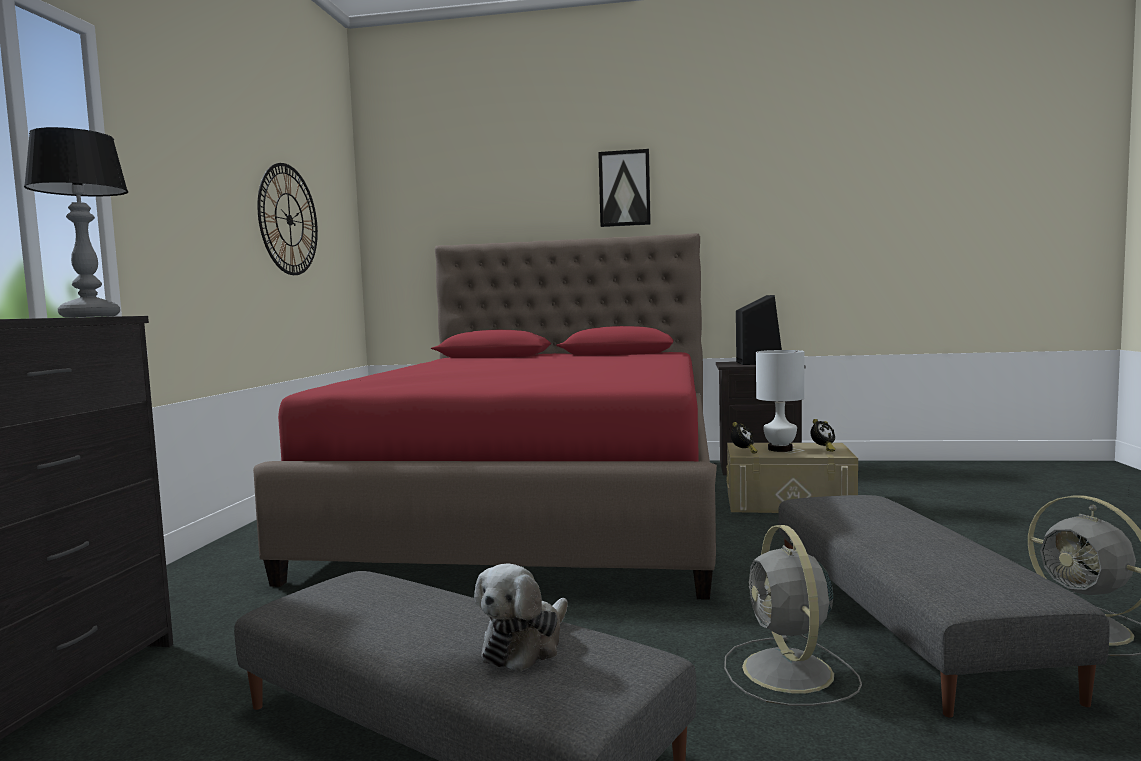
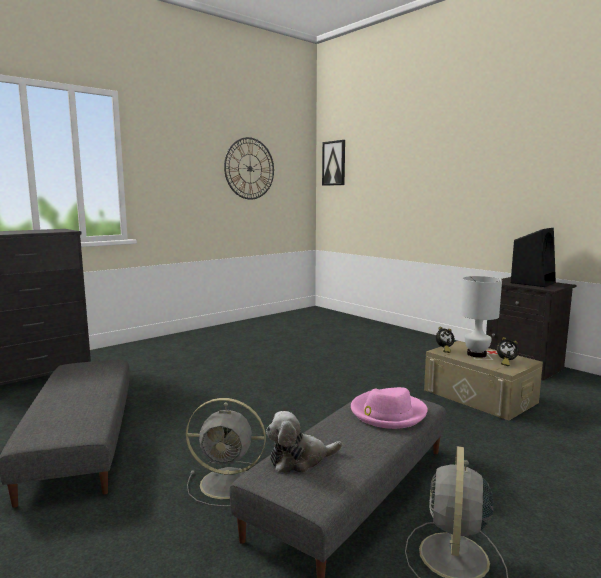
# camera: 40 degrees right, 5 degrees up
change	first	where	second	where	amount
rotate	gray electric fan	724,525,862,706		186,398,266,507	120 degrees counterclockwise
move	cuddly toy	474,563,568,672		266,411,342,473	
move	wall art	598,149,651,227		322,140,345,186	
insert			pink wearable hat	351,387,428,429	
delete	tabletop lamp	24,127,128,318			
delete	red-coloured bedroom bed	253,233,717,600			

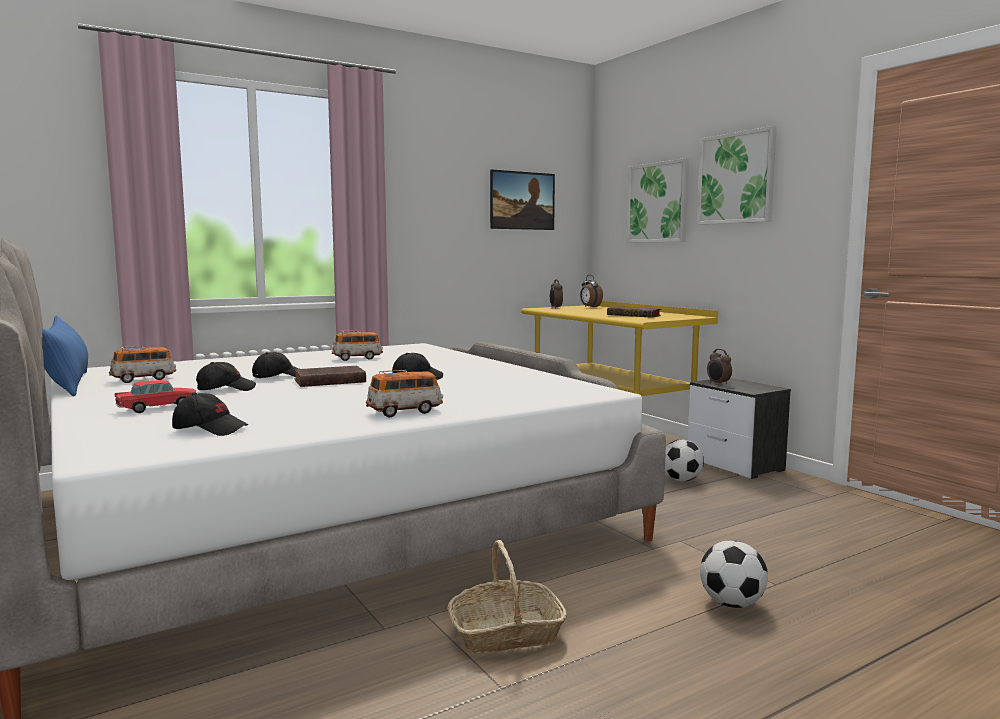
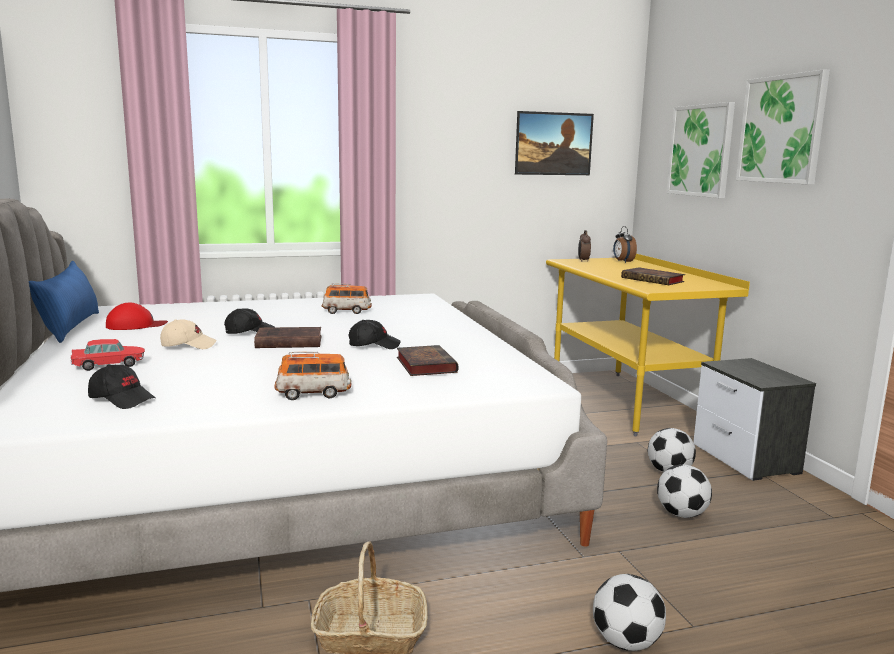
# camera: 15 degrees right, 5 degrees up
change	first	where	second	where	amount
replace	toy car	109,346,176,383	red-coloured baseball cap	106,303,168,330	
recolor	black-coloured baseball cap	196,362,256,391	beige-coloured baseball cap	160,319,217,349	
insert			book	397,345,458,376	
insert			football ball	657,464,712,518	
delete	bedside clock	707,349,732,385			

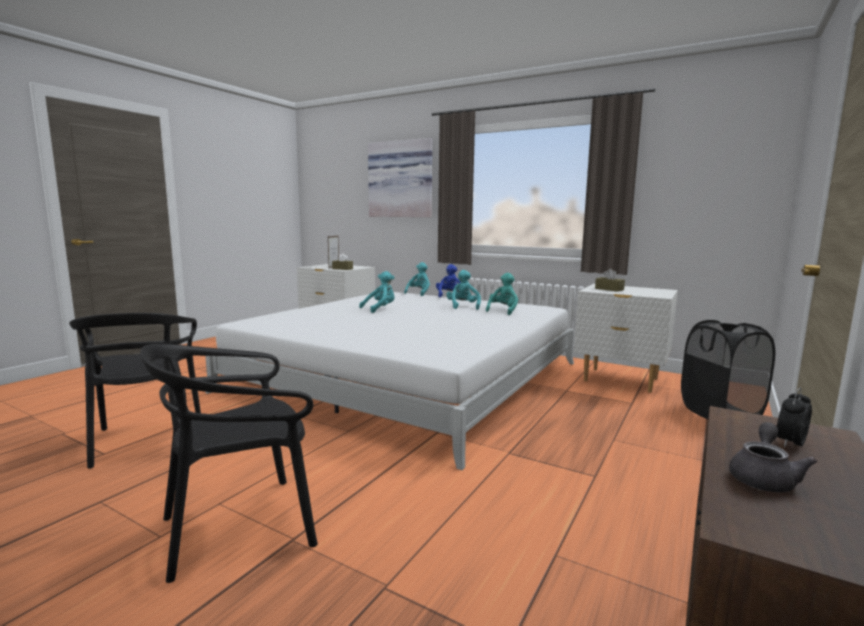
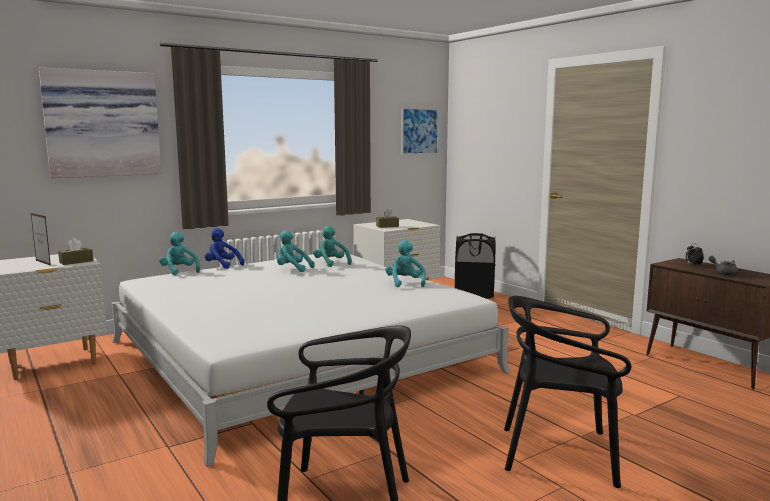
# camera: 65 degrees left, 0 degrees up
change	first	where	second	where	amount
move	turquoise cuddly toy	359,271,395,313		385,240,426,287	
insert			wall art	401,107,439,155	
rotate	black-coloured chair	140,344,318,583		504,296,631,488	105 degrees clockwise

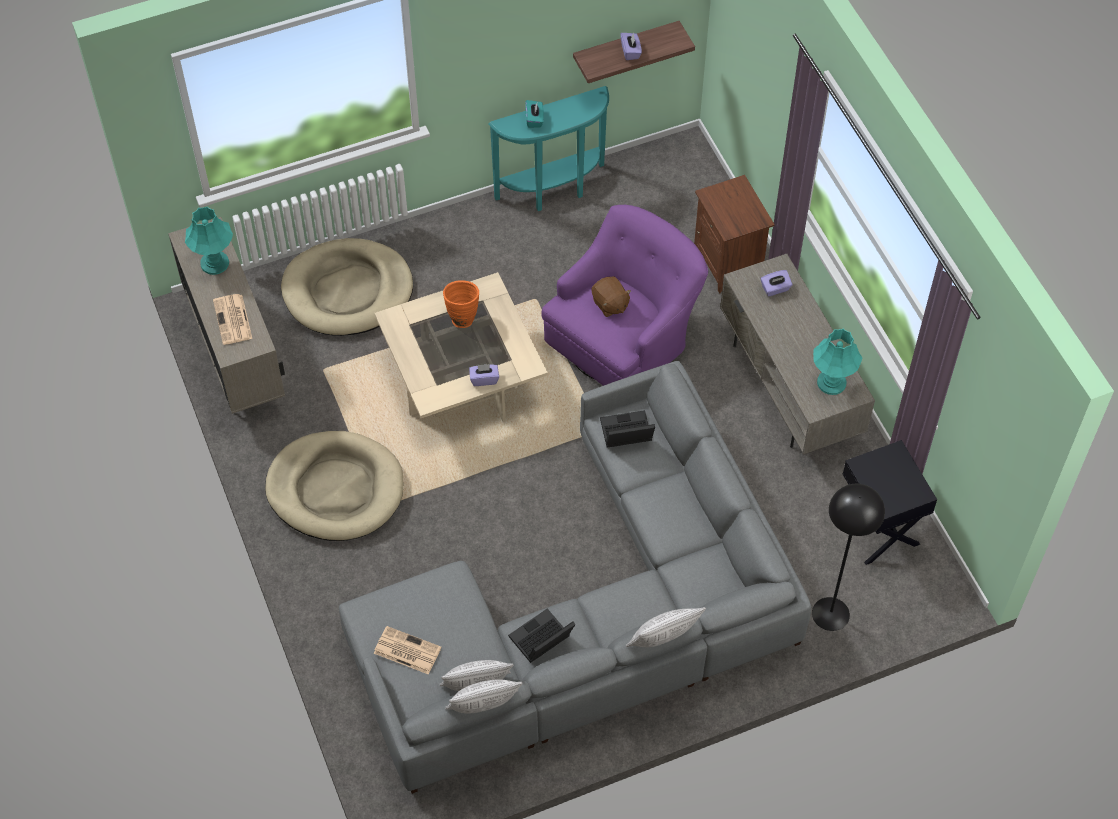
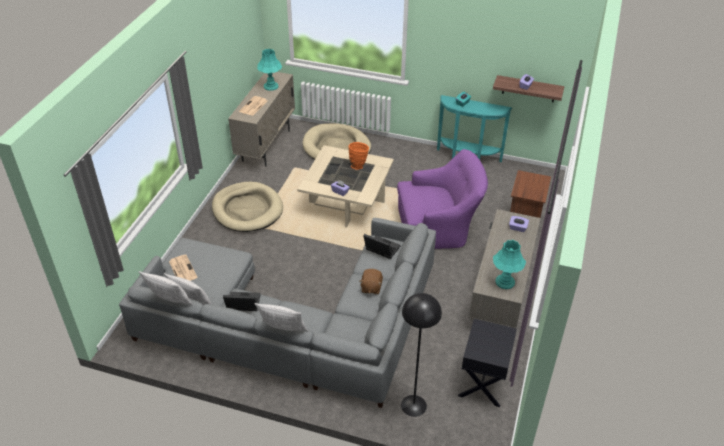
# camera: 40 degrees right, 15 degrees down
change	first	where	second	where	amount
move	brown-coloured cuddly toy	592,276,631,317		360,269,383,294	

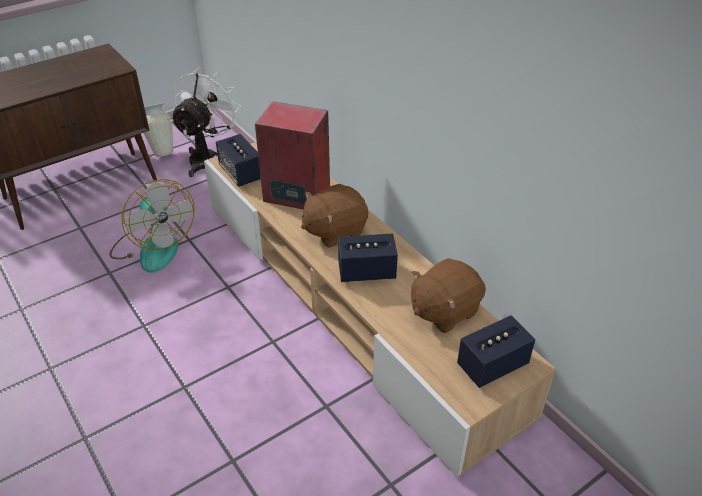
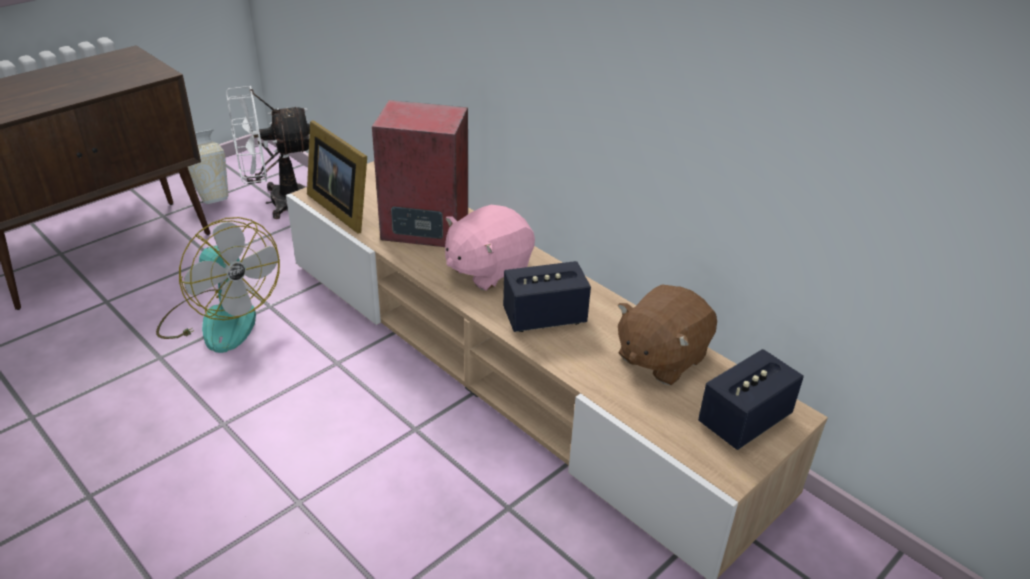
# camera: 10 degrees left, 5 degrees down
change	first	where	second	where	amount
rotate	whitish electric fan	171,68,241,177		226,86,310,219	120 degrees counterclockwise
replace	loudspeaker	216,134,261,187	photo frame	307,120,367,234	
recolor	brown-coloured cuddly toy	301,184,368,248	pink cuddly toy	445,205,535,291	

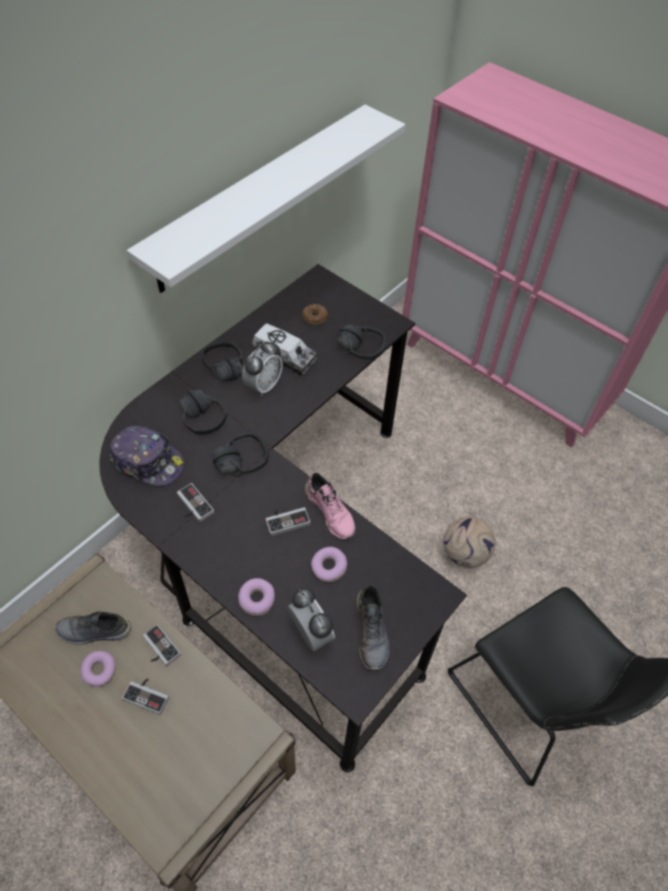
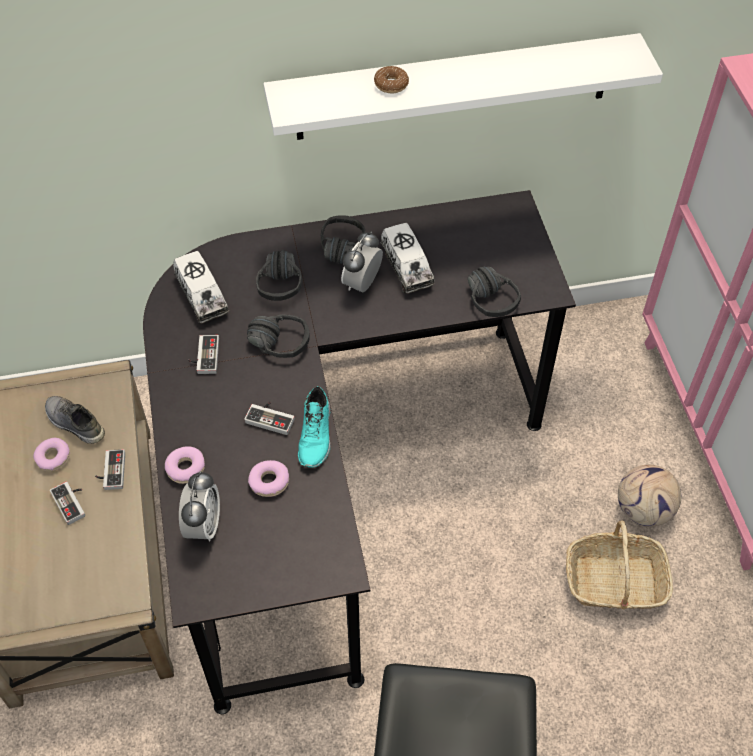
# camera: 40 degrees right, 0 degrees up
change	first	where	second	where	amount
replace	baseball cap	110,426,185,486	toy lorry	173,251,229,324	
recolor	pink shoe	304,472,355,539	turquoise shoe	298,386,331,468	
rotate	bedside clock	242,341,283,396		341,231,383,292	135 degrees clockwise
move	ring doughnut	302,304,328,325		374,66,409,93	
insert			household basket	566,521,673,610	
move	football ball	443,516,496,568		618,464,681,527	
delete	gray shoe	356,585,389,671			

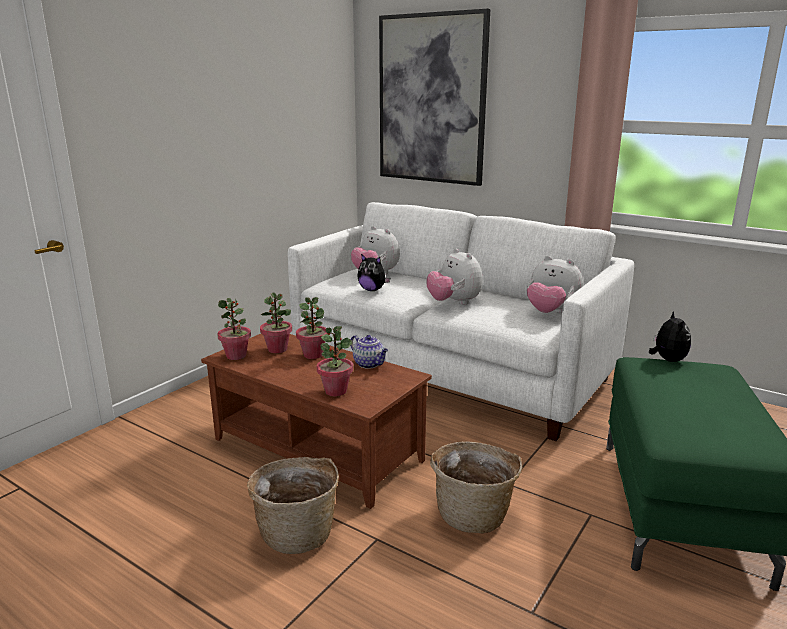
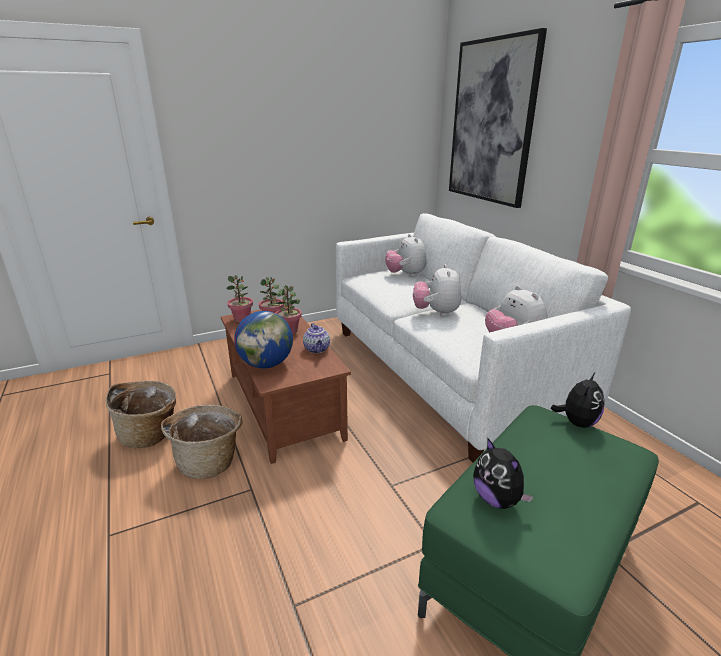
# camera: 30 degrees right, 5 degrees up
change	first	where	second	where	amount
move	household basket	430,441,523,533		106,381,176,448	
replace	potted plant	317,326,353,396	globe	234,311,293,368	
move	cuddly toy	357,254,390,291		473,437,534,509	

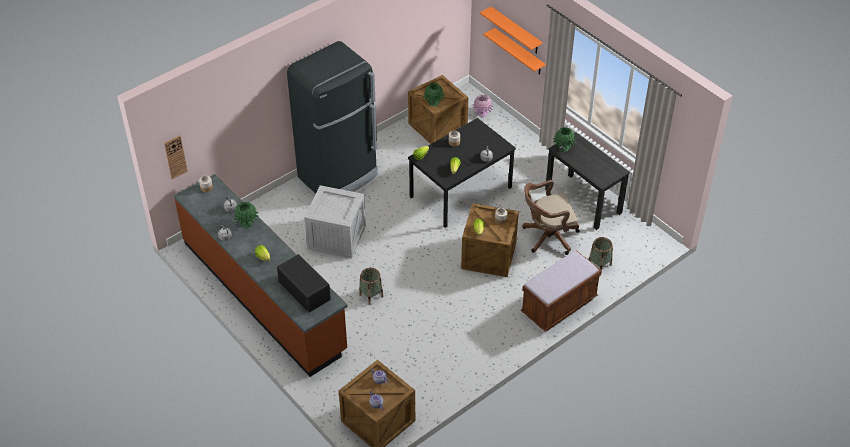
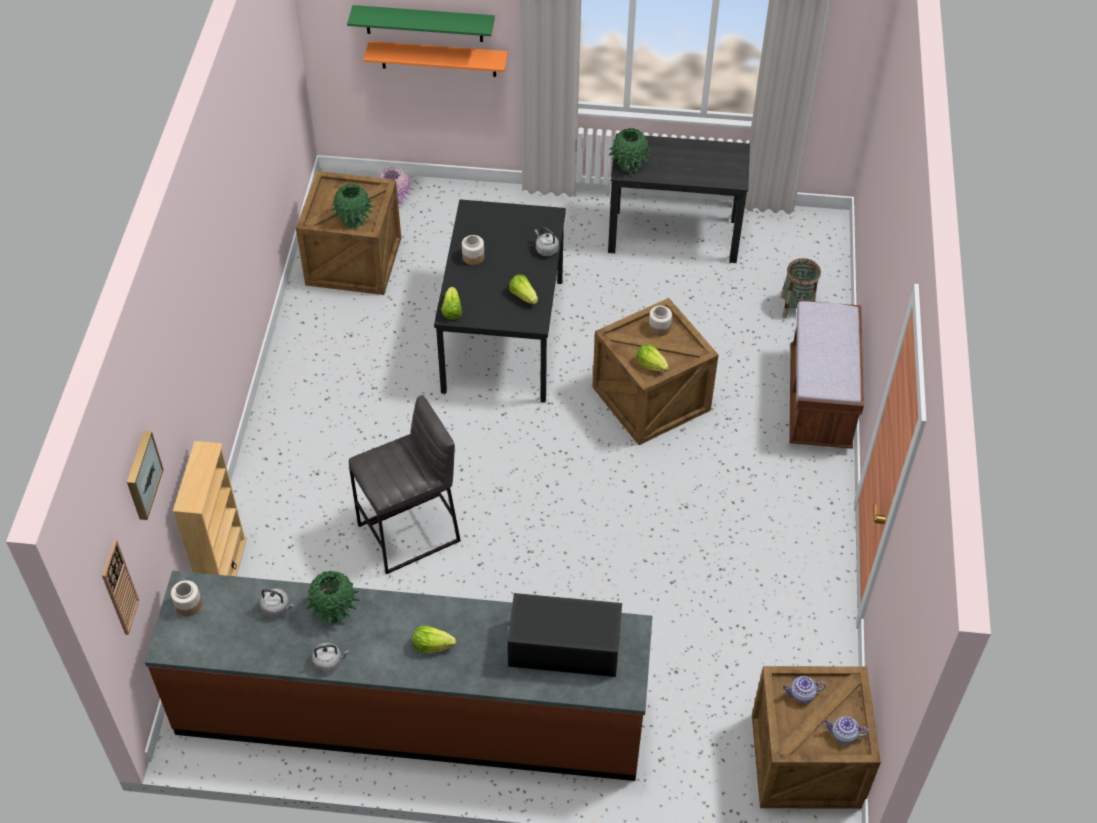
# camera: 45 degrees left, 5 degrees up
change	first	where	second	where	amount
insert			wall art	127,431,164,520	
insert			beige-coloured bookshelf	173,441,247,577	
recolor	orange-coloured bracket shelf	480,7,543,54	green-coloured bracket shelf	347,5,495,42	
replace	crate	304,185,366,259	gray stool seat	349,395,461,574	
delete	black-coloured fridge	287,41,378,194			
delete	household basket	359,268,384,305			
delete	brown-coloured computer chair	522,180,580,255			

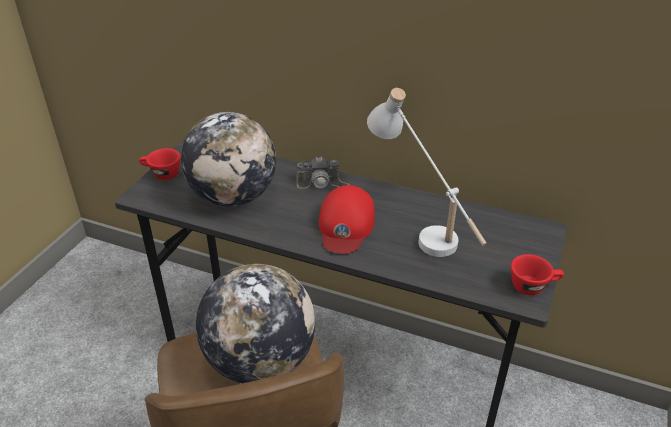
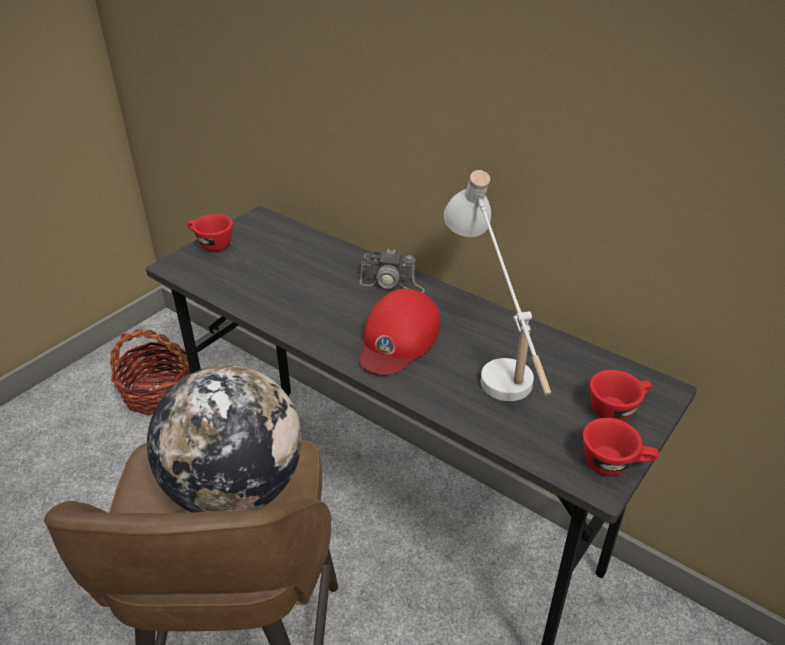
# camera: 15 degrees right, 0 degrees up
change	first	where	second	where	amount
insert			household basket	110,329,191,415	
insert			red-coloured small cup	590,370,652,421	
delete	globe	181,112,276,207			

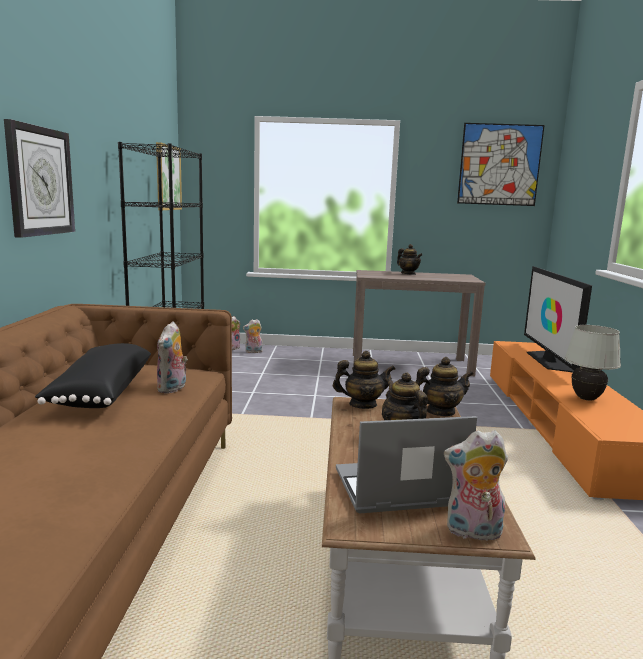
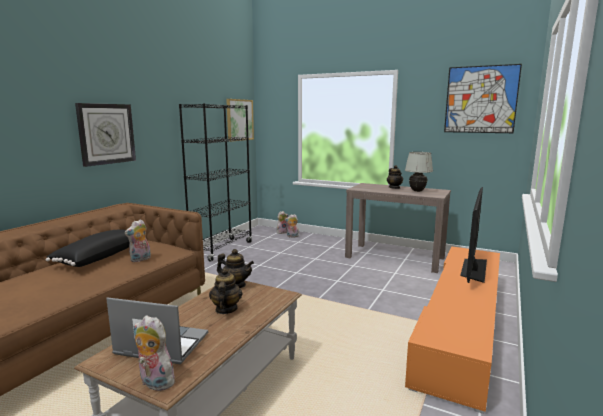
# camera: 25 degrees right, 0 degrees up
change	first	where	second	where	amount
move	whitish tabletop lamp	564,325,621,401		405,152,433,192	
delete	teapot	416,357,474,416			

